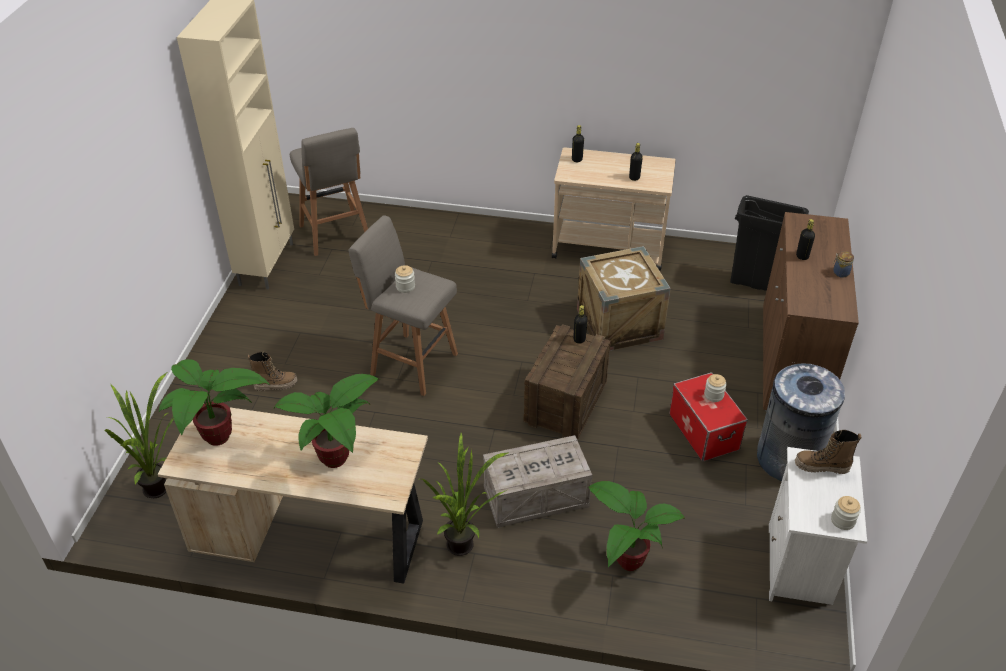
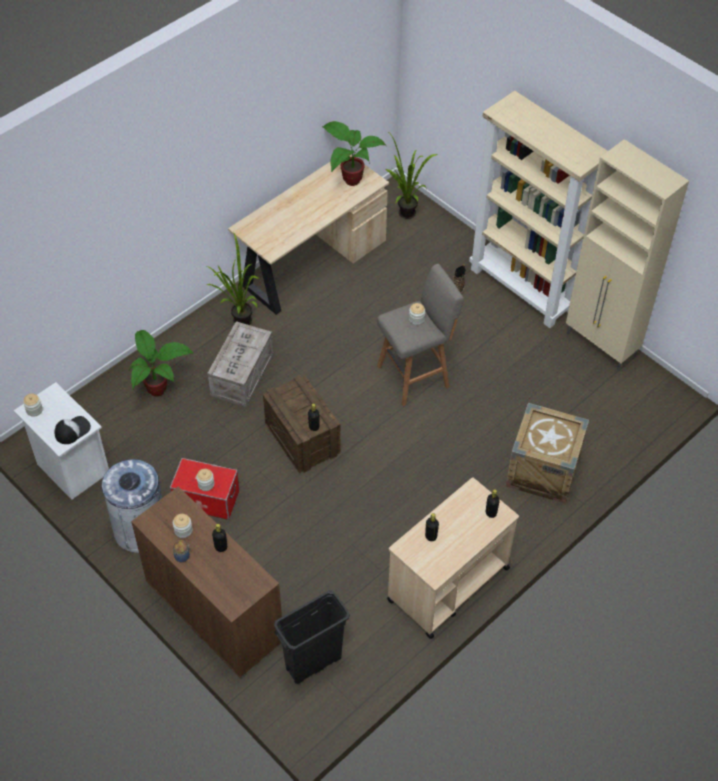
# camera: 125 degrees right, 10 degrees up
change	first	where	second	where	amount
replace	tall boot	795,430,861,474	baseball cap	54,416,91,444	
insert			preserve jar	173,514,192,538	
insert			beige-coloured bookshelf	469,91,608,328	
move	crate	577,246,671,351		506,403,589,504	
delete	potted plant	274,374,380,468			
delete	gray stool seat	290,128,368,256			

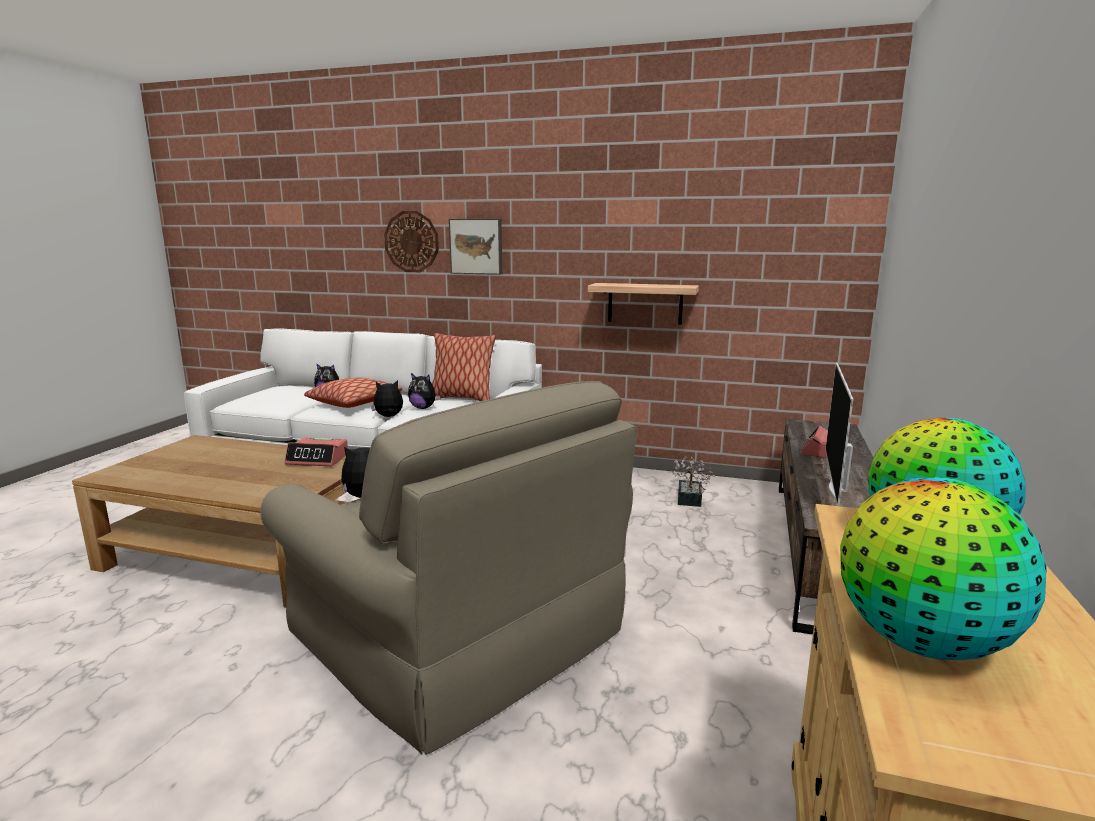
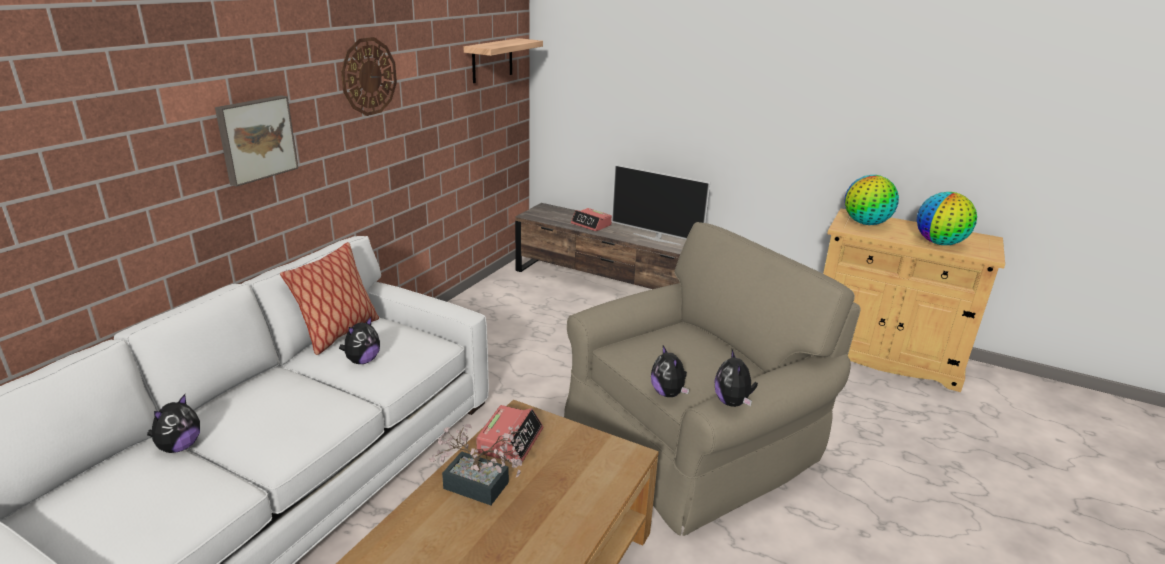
# camera: 80 degrees left, 10 degrees up
change	first	where	second	where	amount
move	clock on the wall	384,211,439,272		341,37,397,116	
move	potted plant	672,456,715,507		429,424,527,505	
move	bracket shelf	588,283,699,325		464,38,543,83	
move	cuddly toy	371,380,403,417		714,350,758,407	
delete	throw pillow	304,377,402,408			

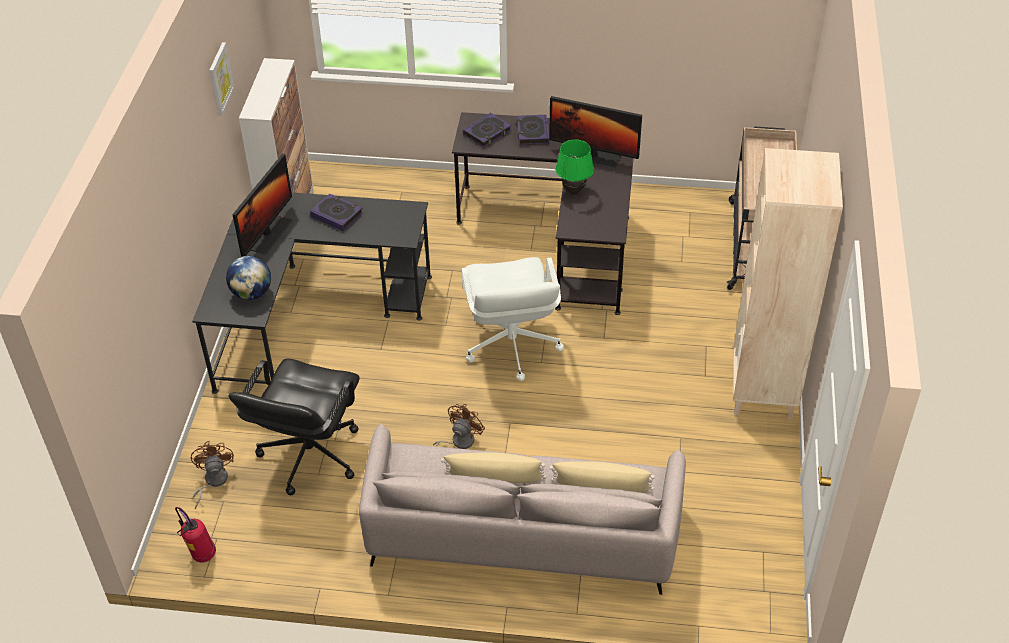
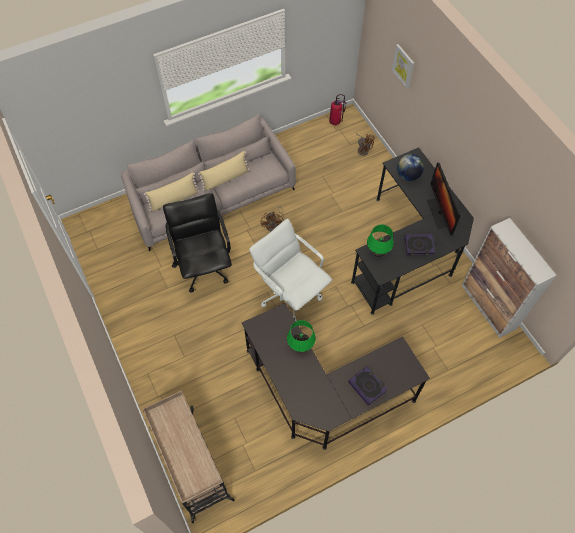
# camera: 145 degrees right, 15 degrees up
change	first	where	second	where	amount
move	black-coloured computer chair	229,358,360,495		163,193,232,292	
insert			green-coloured tabletop lamp	367,224,394,257	
move	wall art	209,42,234,115		392,44,414,88	
delete	book	463,113,512,148			
delete	monitor	549,96,642,169			
delete	beige-coloured bookshelf	733,148,843,420			

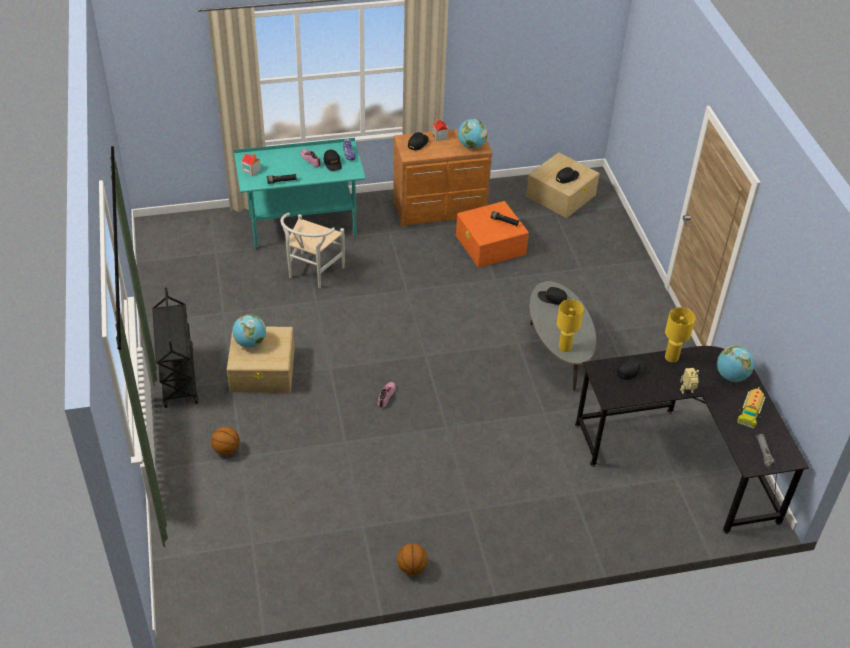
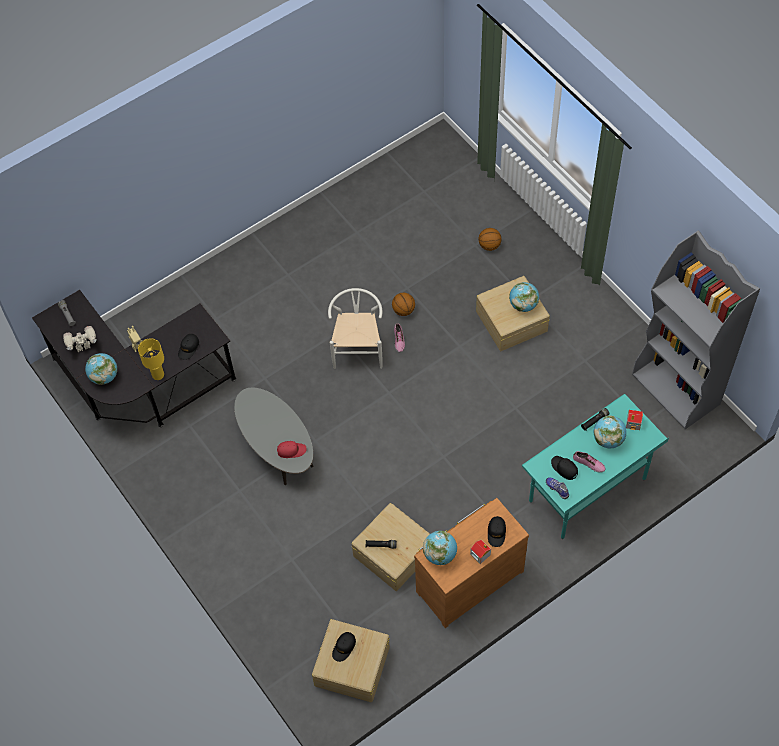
# camera: 160 degrees right, 15 degrees up
change	first	where	second	where	amount
replace	toy lorry	737,387,765,428	toy robot	63,326,97,352	
recolor	black-coloured baseball cap	538,287,567,305	red-coloured baseball cap	277,441,307,458	
move	whitish chair	280,213,345,288		328,288,383,369	
recolor	orange-coloured storage container	456,201,529,268	beige-coloured storage container	352,503,430,591	
move	ball for basketball	397,543,428,575		392,293,415,316	
insert			globe	594,416,627,448	
insert			gray bookshelf	632,231,760,429	
delete	black-coloured trolley	152,287,198,408			
delete	yellowish tabletop lamp	557,299,584,352			

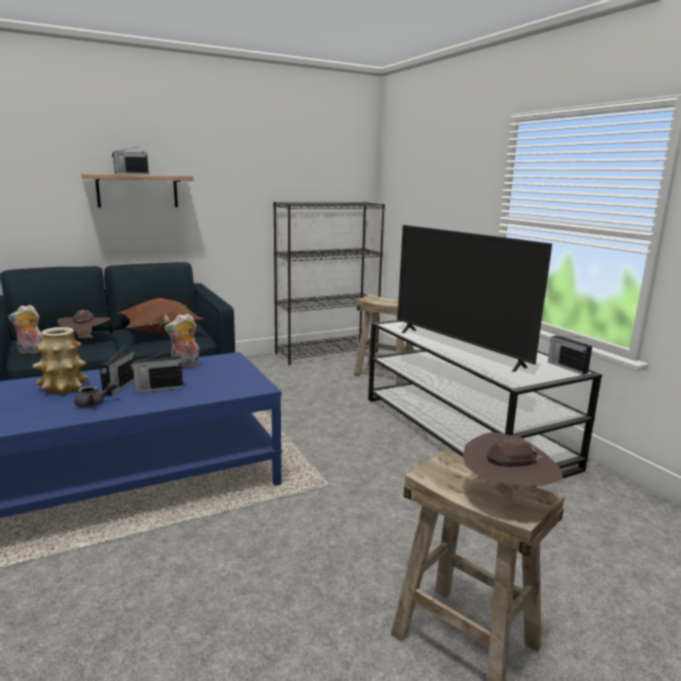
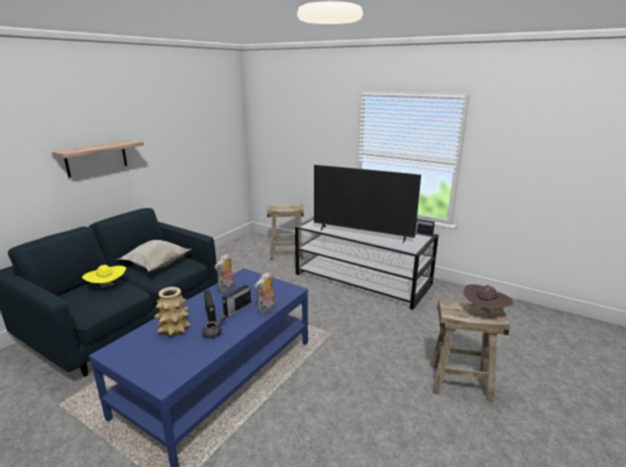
# camera: 30 degrees left, 5 degrees up
change	first	where	second	where	amount
recolor	brown-coloured wearable hat	57,310,111,338	yellowish wearable hat	82,265,126,288	
recolor	brown-coloured throw pillow	118,298,204,333	whitish throw pillow	119,240,191,271	
move	cuddly toy	8,305,43,354		254,272,276,313	
delete	radio receiver	112,146,149,175			
delete	black-coloured bookshelf	273,202,385,365			

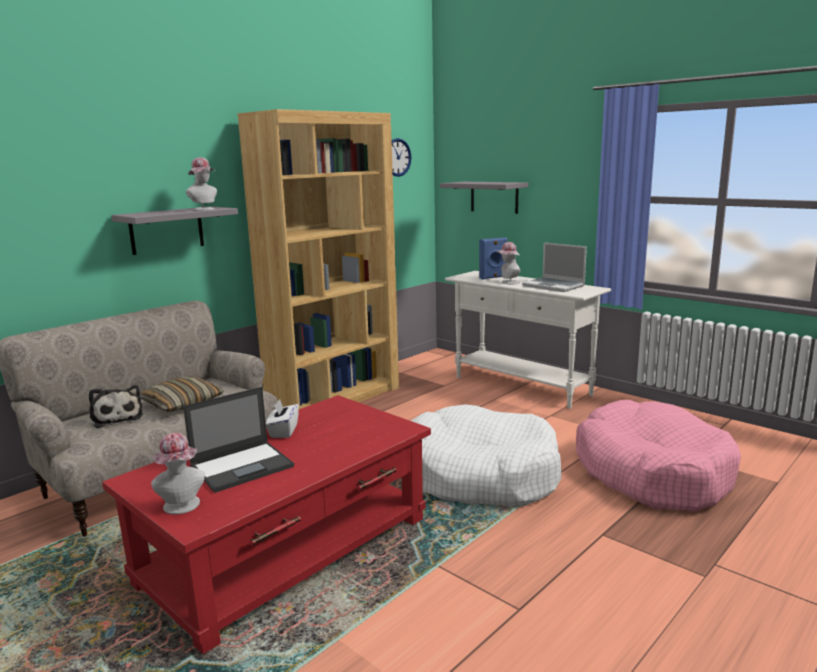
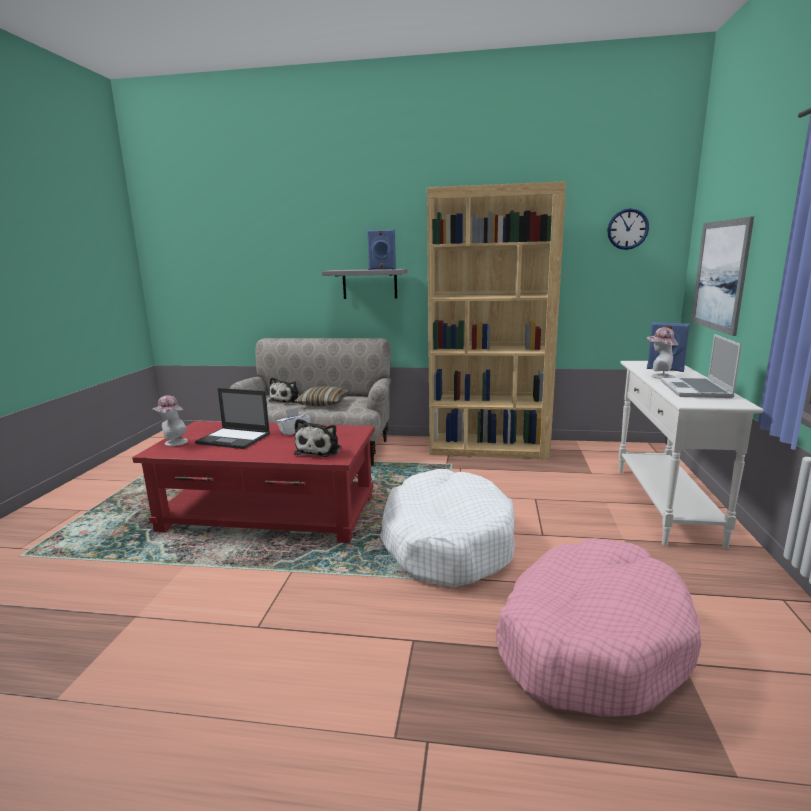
# camera: 55 degrees right, 0 degrees up
change	first	where	second	where	amount
insert			cuddly toy	294,419,341,457	
replace	wearable hat	186,157,217,210	blue loudspeaker	367,229,396,270	
replace	gray bracket shelf	440,182,528,214	wall art	691,216,754,336	

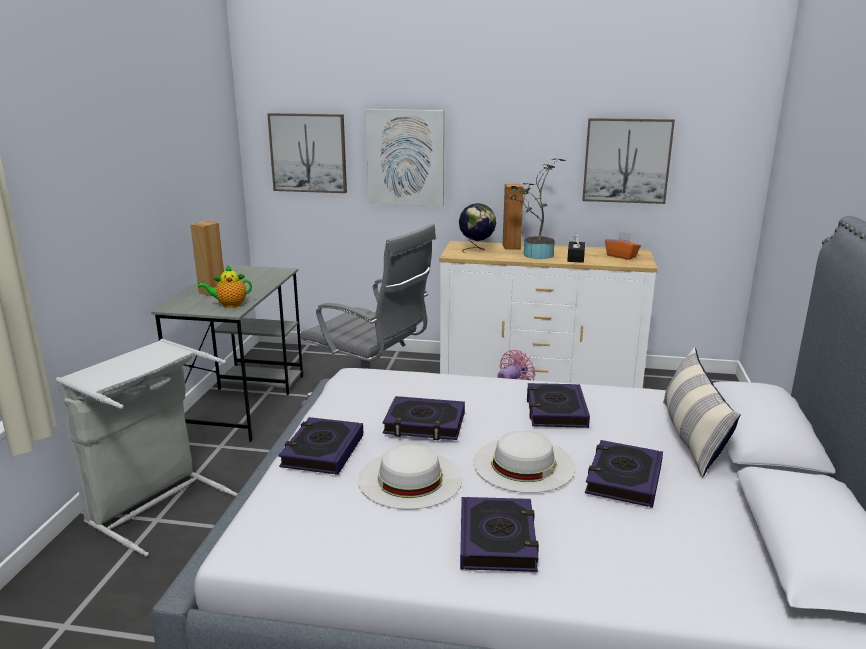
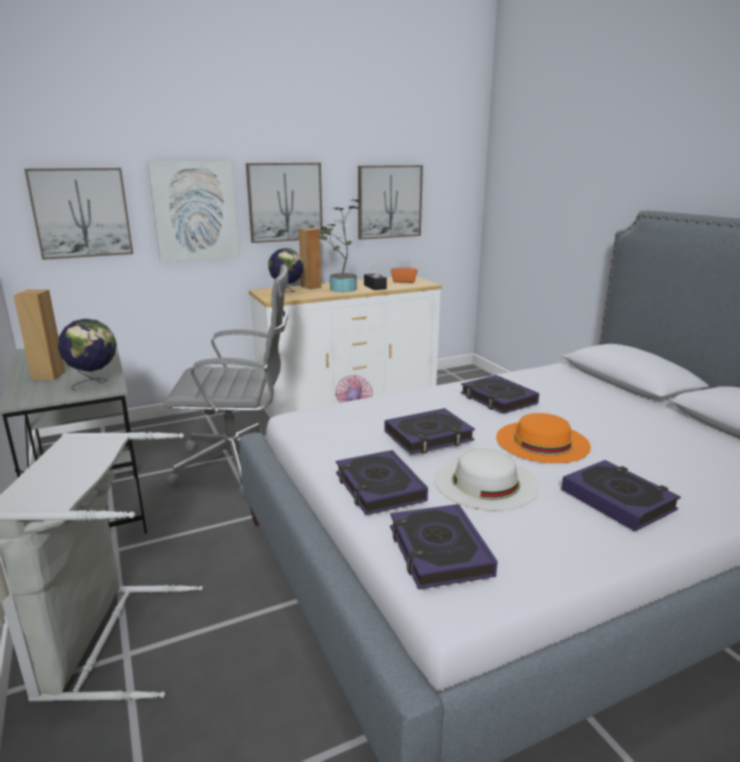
# camera: 35 degrees left, 0 degrees up
change	first	where	second	where	amount
replace	teapot	198,265,252,308	globe	58,319,117,391	
insert			wall art	246,163,323,243	
move	book	585,440,663,508		390,504,498,589	
recolor	whitish wearable hat	473,431,575,493	orange-coloured wearable hat	496,413,591,463	
delete	throw pillow	663,347,741,478			

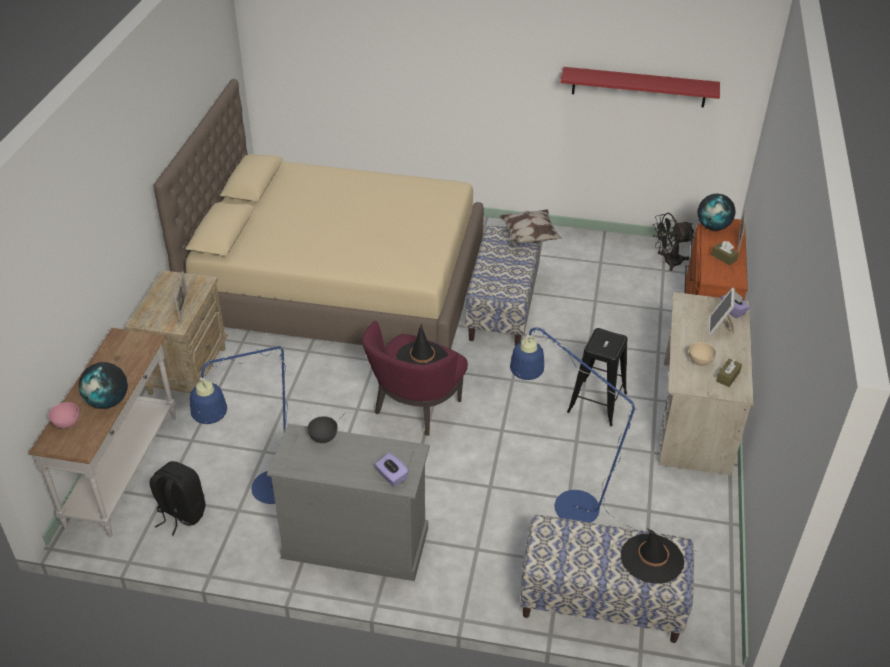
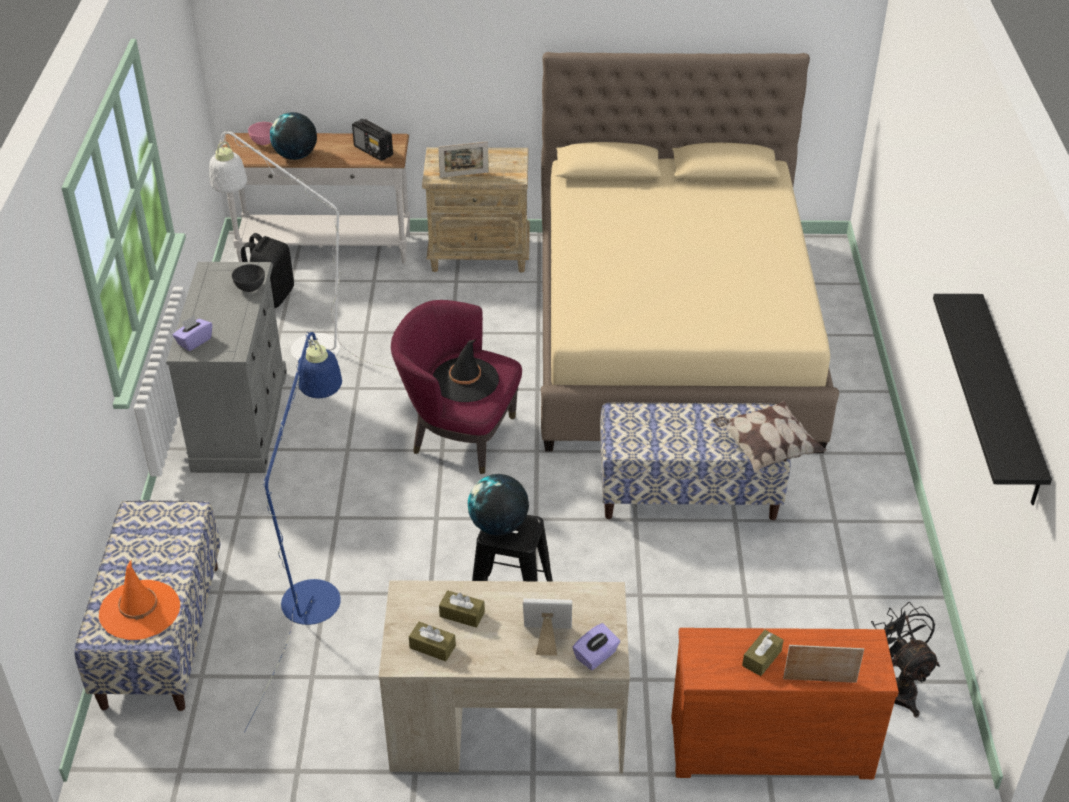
# camera: 80 degrees right, 0 degrees up
change	first	where	second	where	amount
recolor	black-coloured wearable hat	621,528,684,584	orange-coloured wearable hat	99,560,180,640	
recolor	blue standing lamp	190,346,345,504	whitish standing lamp	209,131,397,370	
insert			radio receiver	352,119,393,161	
replace	beige-coloured serving bowl	689,342,716,366	brown-coloured box of tissues	439,590,485,628	
move	globe	697,194,736,231		468,474,529,535	
recolor	red-coloured bracket shelf	560,67,720,107	black-coloured bracket shelf	933,294,1052,505	

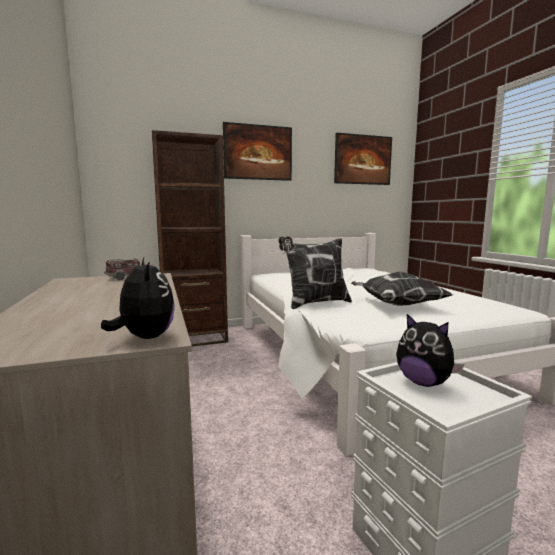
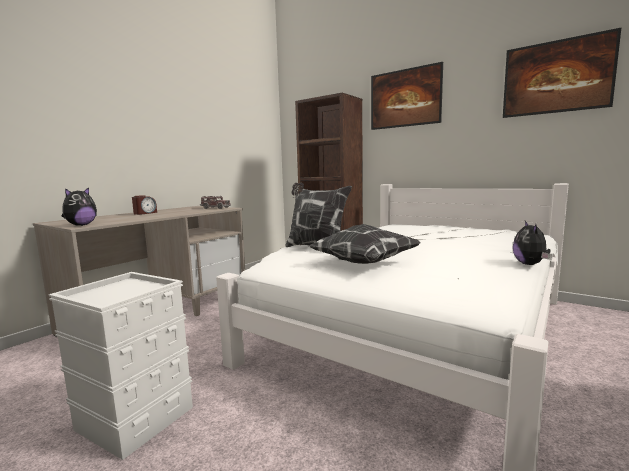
# camera: 55 degrees right, 0 degrees up
change	first	where	second	where	amount
insert			bedside clock	132,195,157,215	
move	cuddly toy	396,314,464,387		513,221,551,265	

